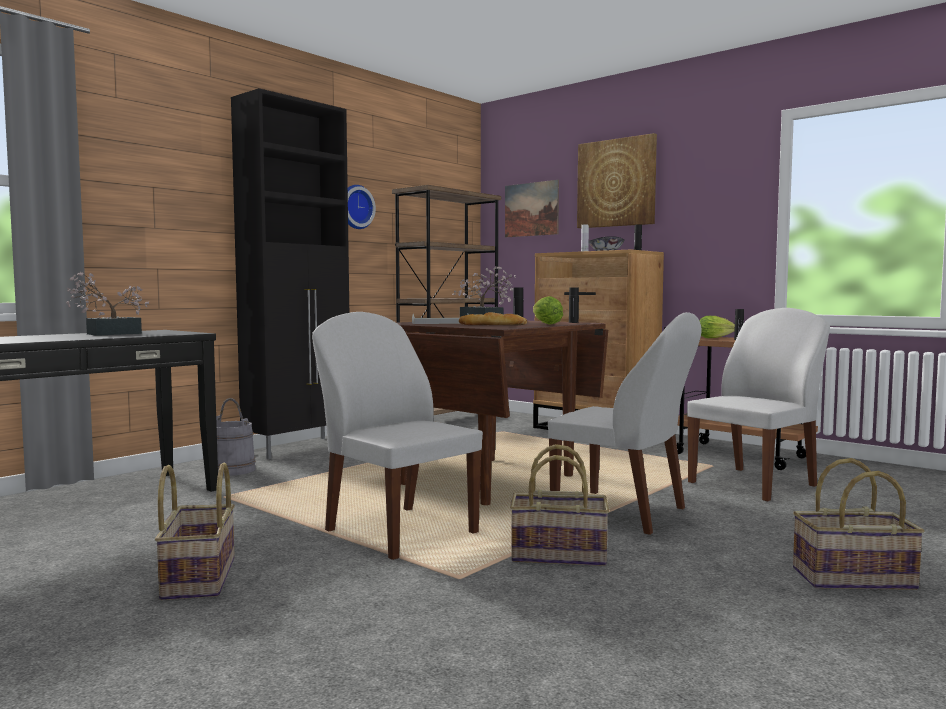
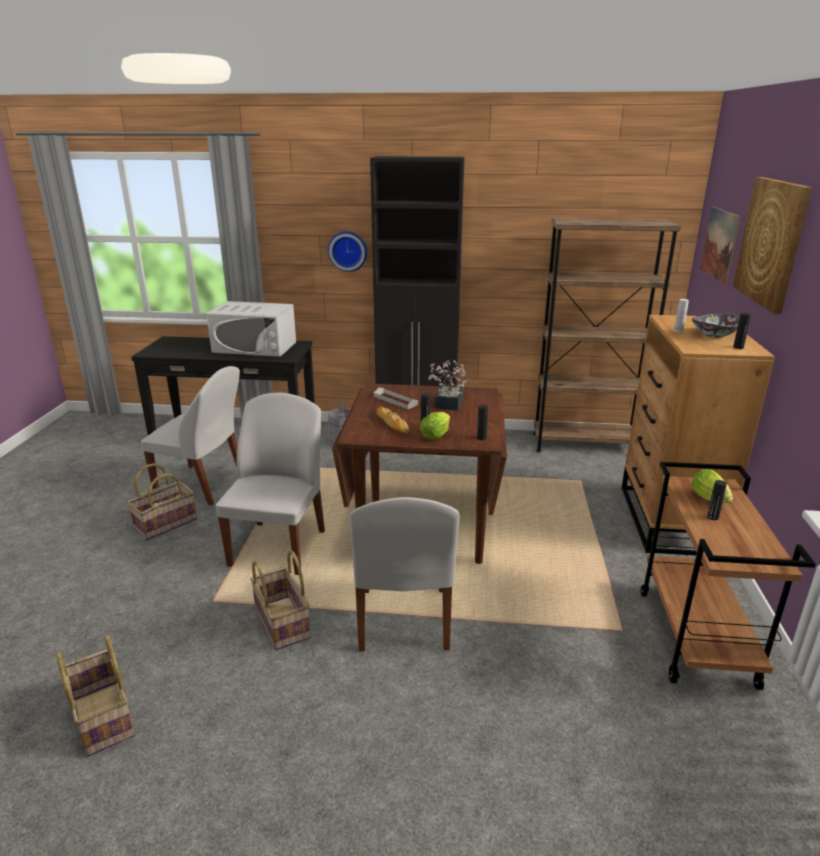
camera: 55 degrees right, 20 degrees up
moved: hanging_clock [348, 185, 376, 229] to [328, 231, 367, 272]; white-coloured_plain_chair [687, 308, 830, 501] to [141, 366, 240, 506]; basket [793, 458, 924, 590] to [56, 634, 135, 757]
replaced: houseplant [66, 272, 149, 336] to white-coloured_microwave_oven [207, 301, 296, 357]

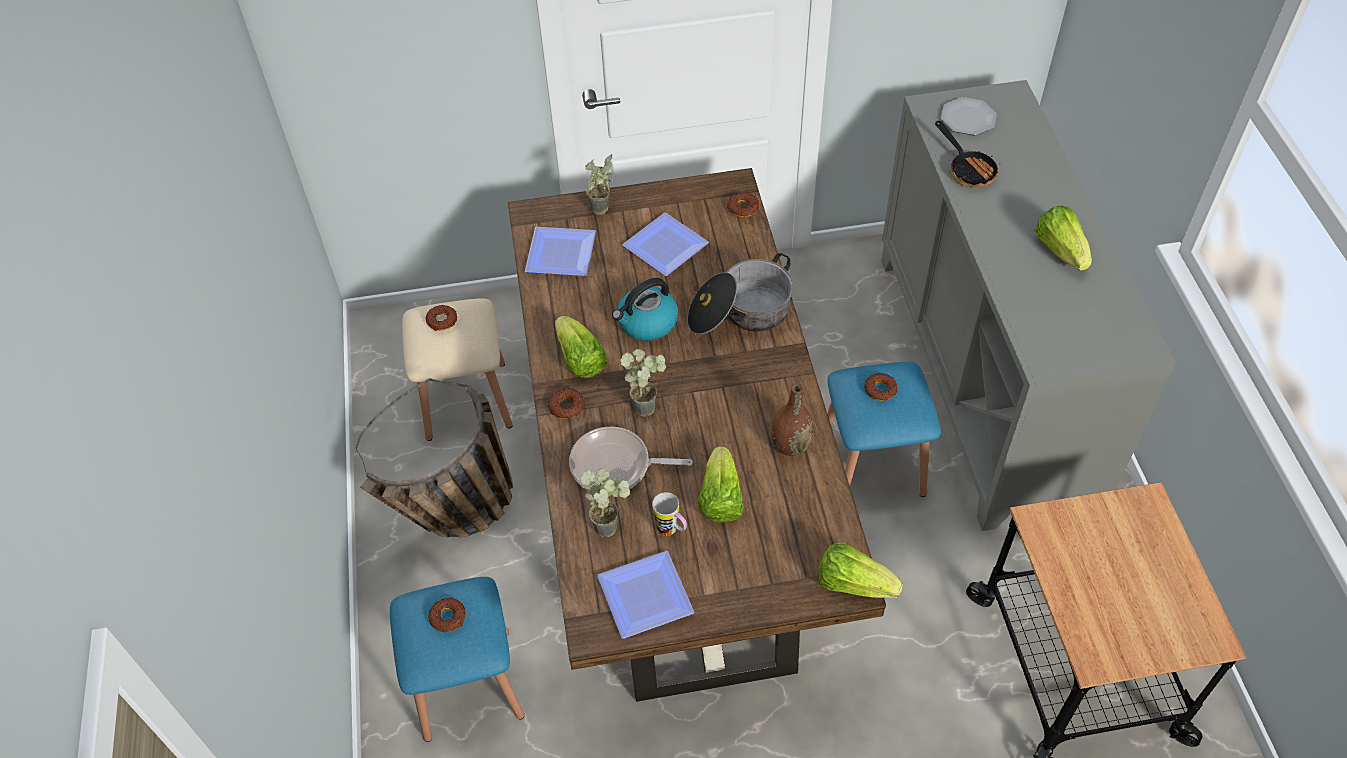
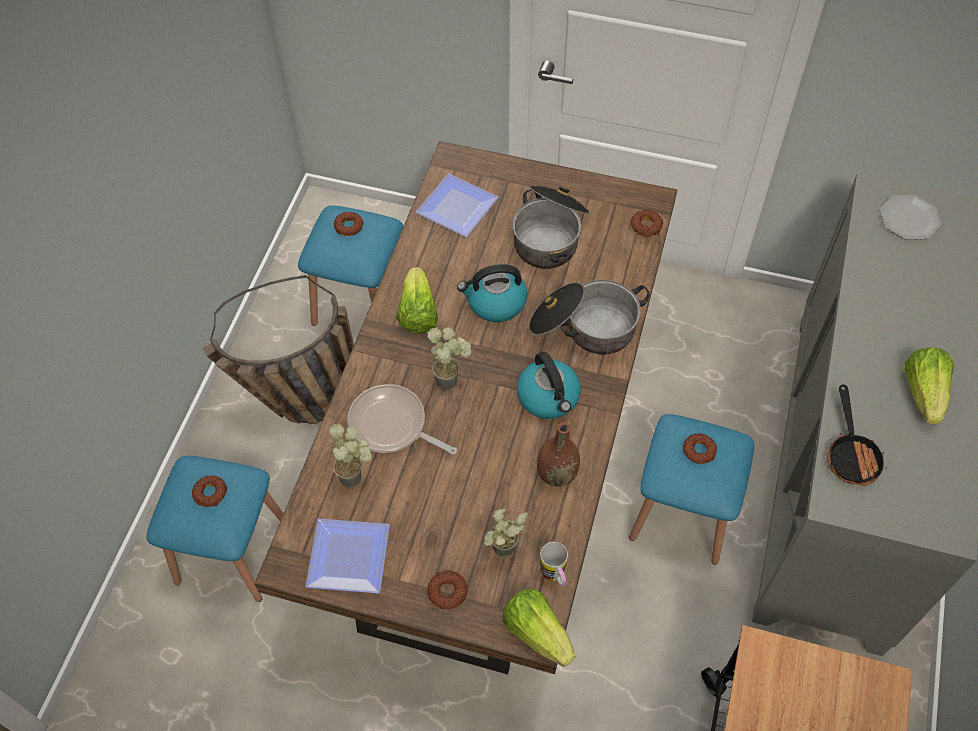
camera: 25 degrees right, 5 degrees up
removed: lettuce [697, 446, 744, 523]
added: water_kettle [517, 352, 581, 419]
moved: pan [935, 121, 1001, 187] to [827, 385, 887, 485]; houseplant [585, 154, 612, 215] to [484, 509, 528, 558]; ring_doughnut [548, 388, 585, 419] to [427, 571, 467, 609]; coffee_mug [652, 492, 687, 536] to [540, 542, 568, 586]
replaced: plate [622, 212, 709, 276] to saucepot [512, 186, 590, 269]
recoloured: sand-coloured_stool [402, 298, 513, 441] to bluish_stool [298, 205, 403, 326]

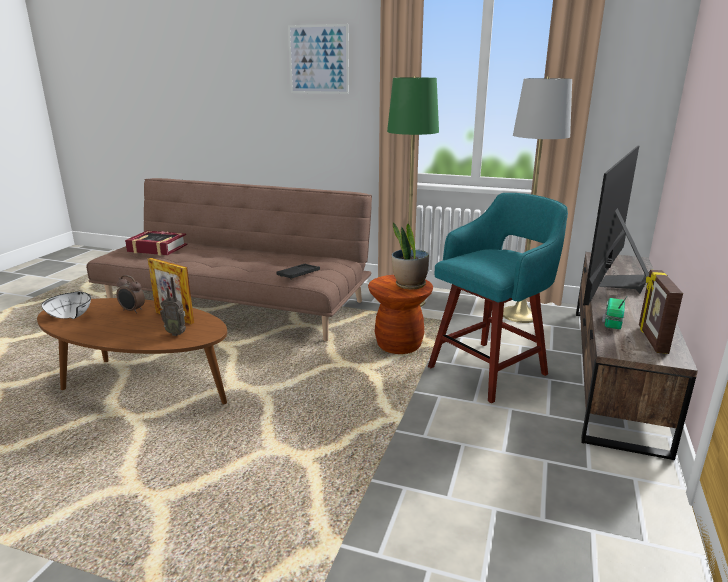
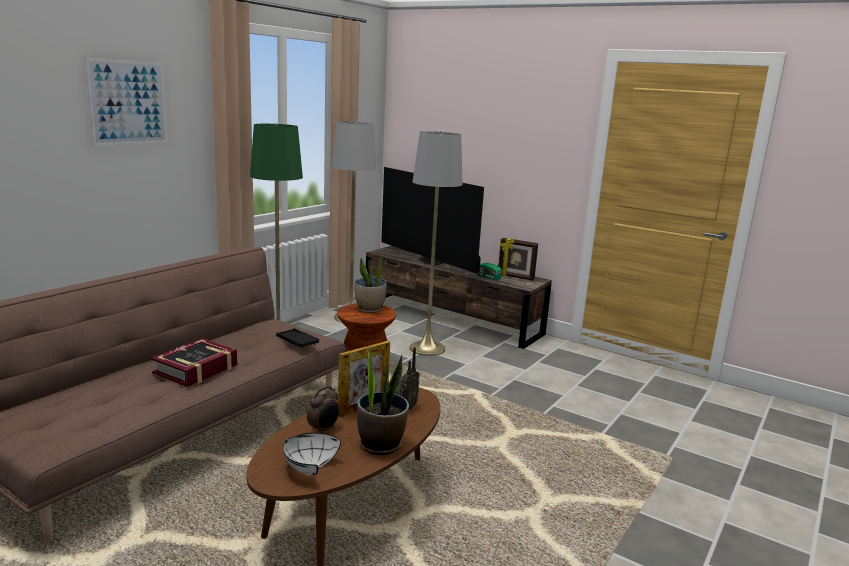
camera: 75 degrees left, 5 degrees down
added: houseplant [357, 351, 409, 455]
moved: book [125, 231, 187, 255] to [151, 338, 238, 387]
replaced: blue-green_stool [428, 193, 568, 403] to gray_standard_lamp [410, 131, 463, 356]

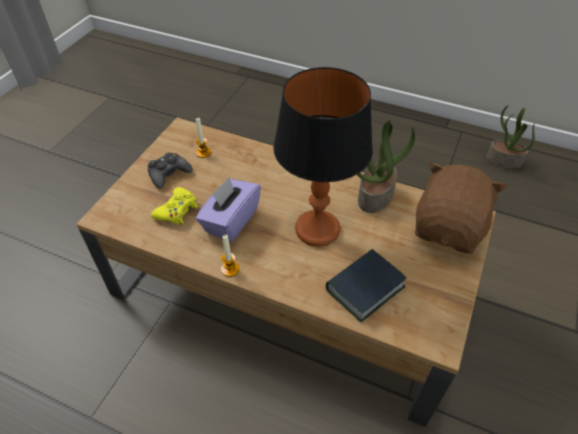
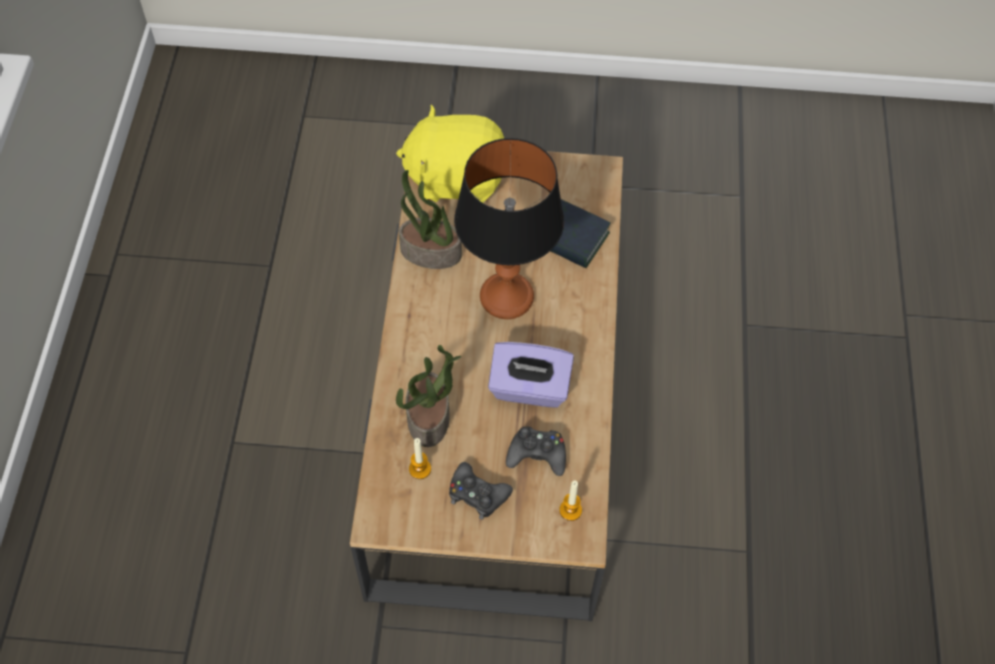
camera: 110 degrees left, 10 degrees up
moved: houseplant [486, 105, 535, 169] to [396, 345, 462, 447]; wax_light [221, 235, 239, 277] to [559, 481, 582, 521]
recoloured: brown-coloured_soft_toy [415, 162, 507, 254] to yellow_soft_toy [396, 104, 504, 203]; yellow_gamepad [151, 187, 198, 225] to black_gamepad [506, 426, 566, 476]

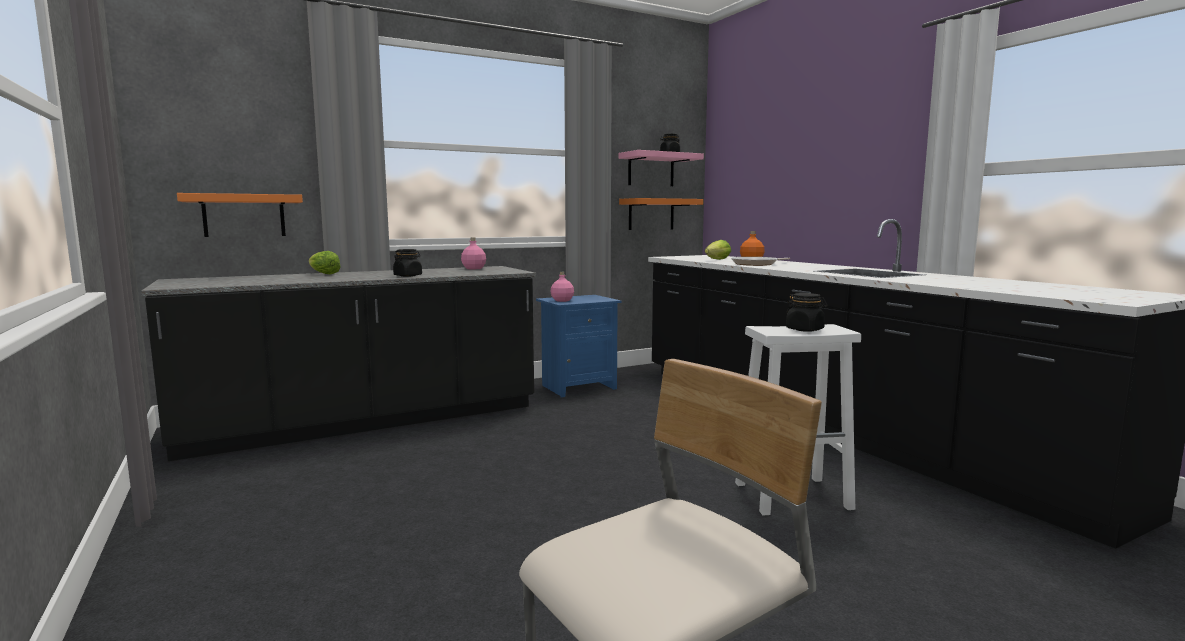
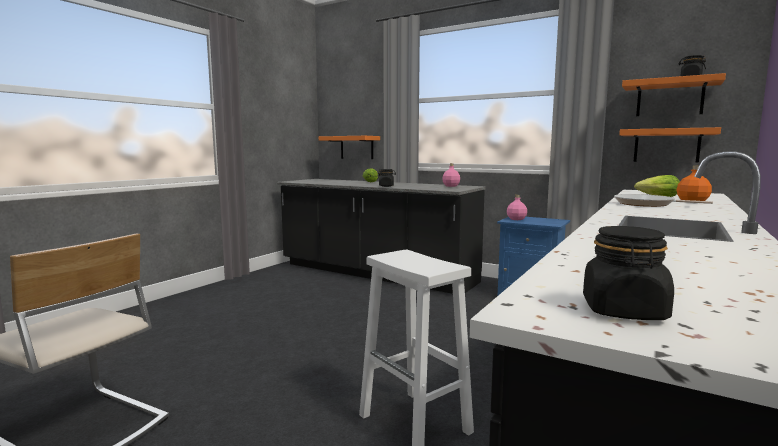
camera: 60 degrees right, 0 degrees up
moved: black_jar [786, 293, 828, 332] to [583, 226, 674, 320]
recoloured: pink-coloured_shelf [619, 150, 704, 186] to orange-coloured_shelf [622, 73, 726, 116]

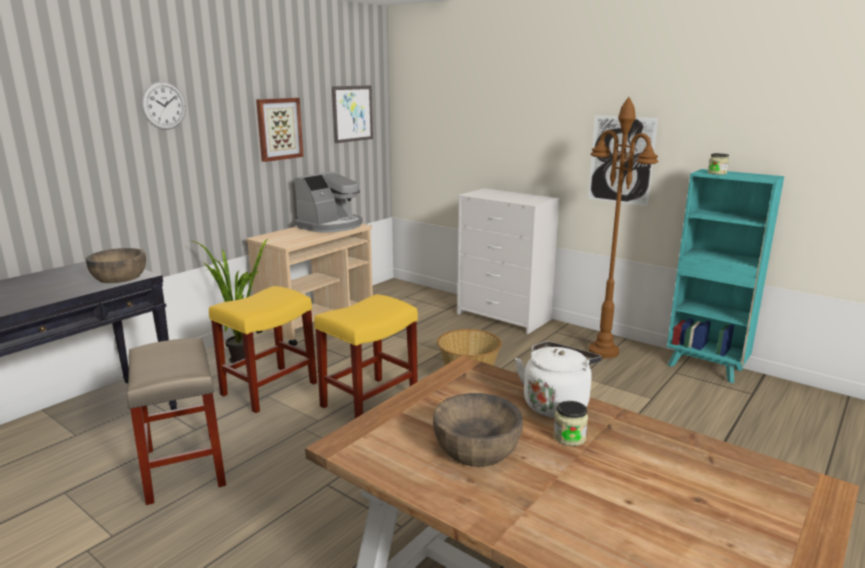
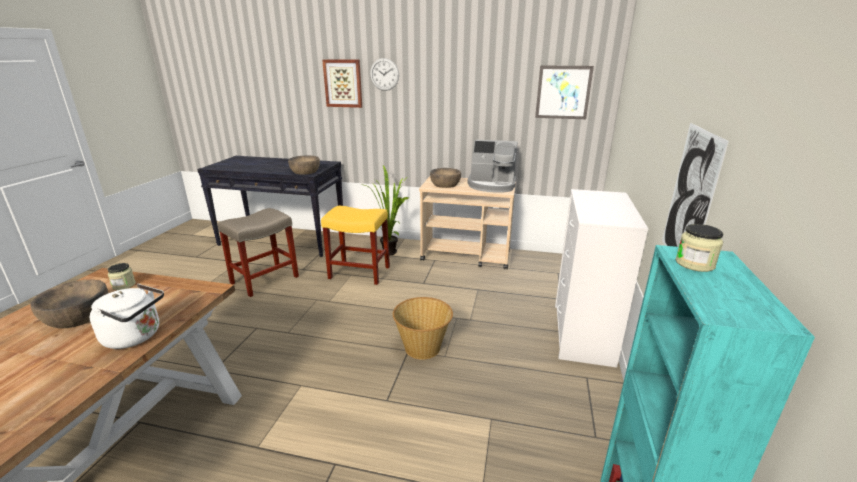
camera: 65 degrees right, 5 degrees up
removed: brown-coloured_standard_lamp [589, 97, 658, 358]; yellow_stool [314, 294, 418, 418]
added: brown-coloured_serving_bowl [430, 168, 461, 188]
moved: wall_art [256, 98, 304, 162] to [322, 59, 362, 108]; jar [553, 401, 588, 446] to [108, 263, 136, 290]

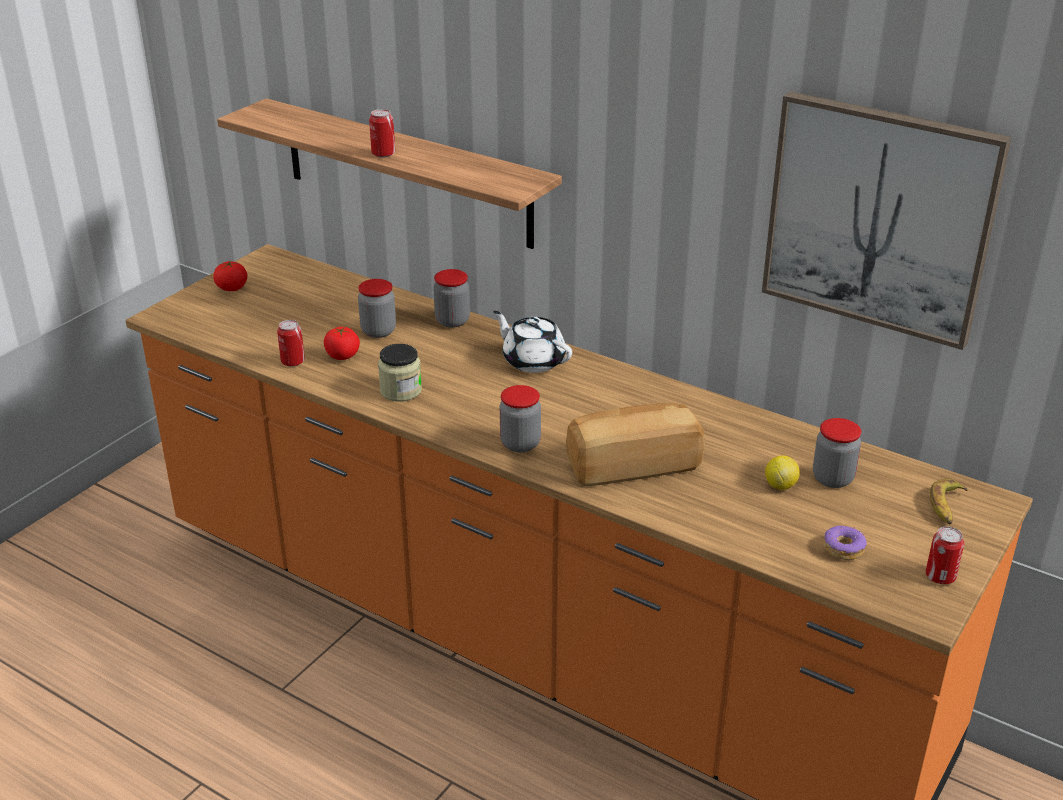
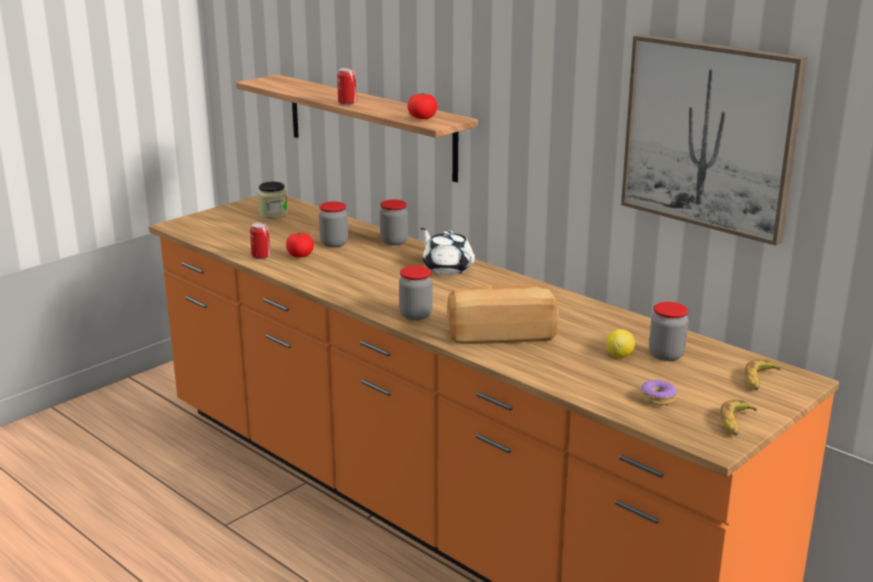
camera: 10 degrees right, 10 degrees down
moved: whole_tomato [213, 261, 248, 291] to [407, 93, 437, 119]; jar [378, 344, 422, 402] to [258, 182, 288, 219]
replaced: can [926, 527, 964, 584] to banana [720, 399, 757, 436]

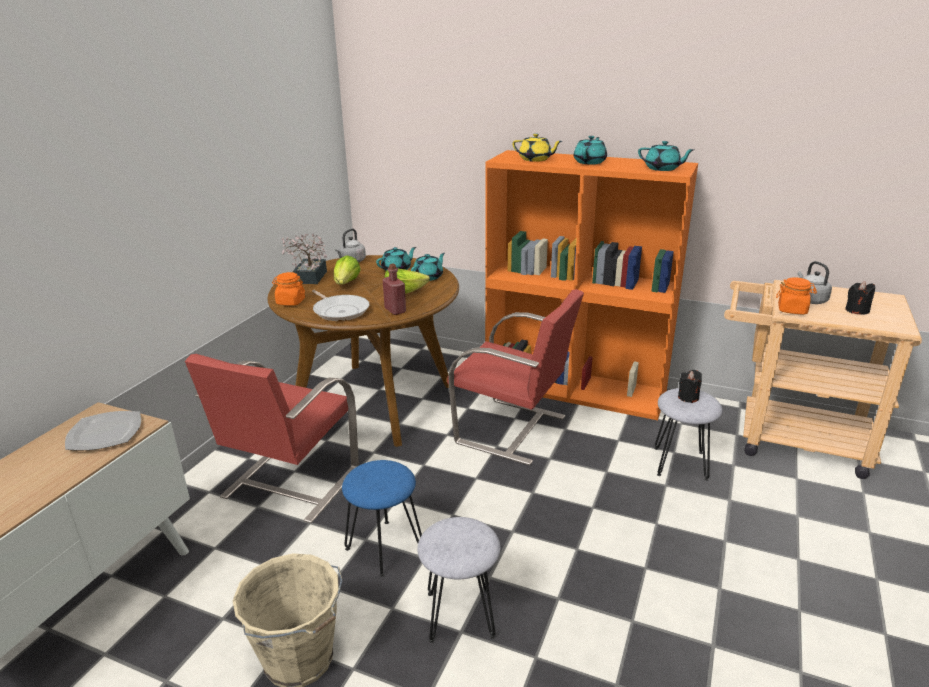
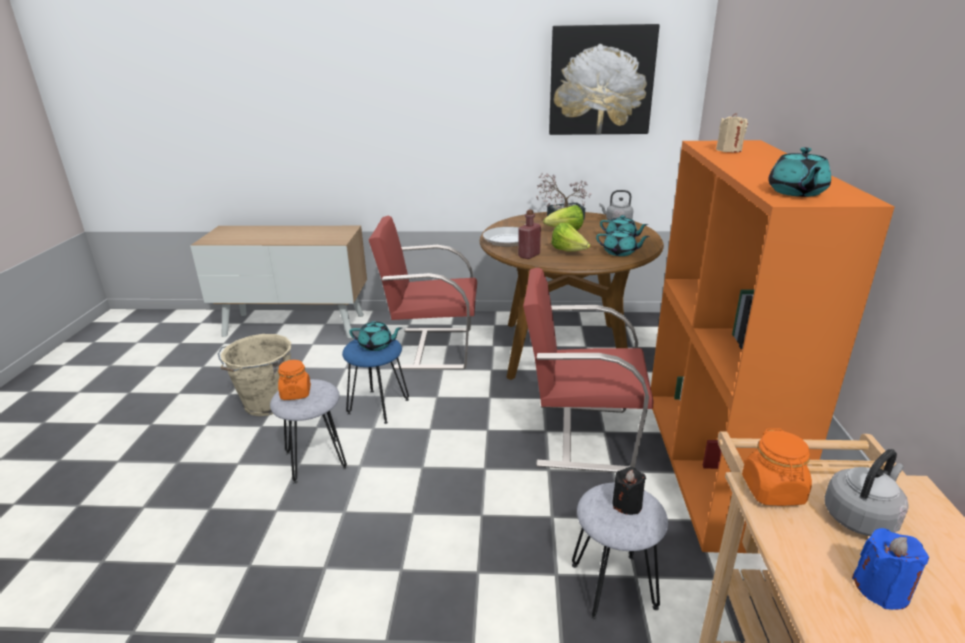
camera: 70 degrees right, 0 degrees up
removed: plate [65, 411, 141, 450]
added: wall_art [549, 24, 660, 135]
moved: blue-green_tea_pot [574, 136, 607, 165] to [349, 321, 402, 351]; orange-coloured_jar [272, 272, 305, 306] to [278, 360, 311, 400]
replaced: yellow_tea_pot [512, 133, 562, 162] to sand-coloured_wax_light [716, 113, 748, 153]
recoloured: black_wax_light [845, 281, 875, 315] to bluish_wax_light [852, 528, 929, 610]
turned: red_plain_chair [447, 289, 584, 465] = [523, 268, 654, 472] 90 degrees clockwise

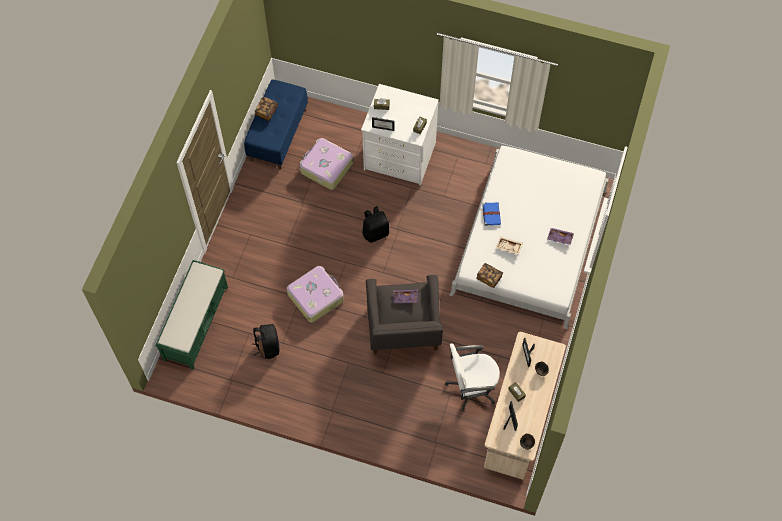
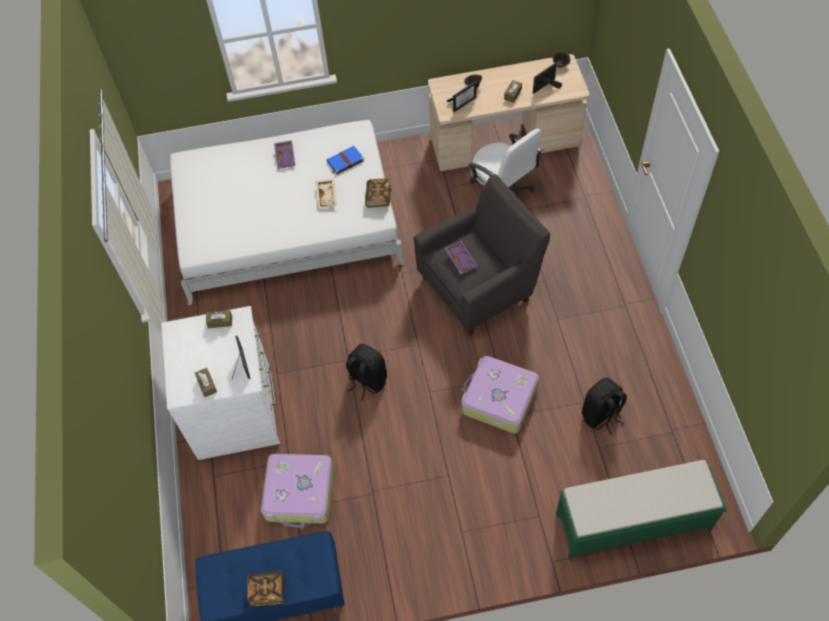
camera: 115 degrees left, 5 degrees down
moved: bluish_book [482, 202, 501, 226] to [326, 146, 364, 175]

